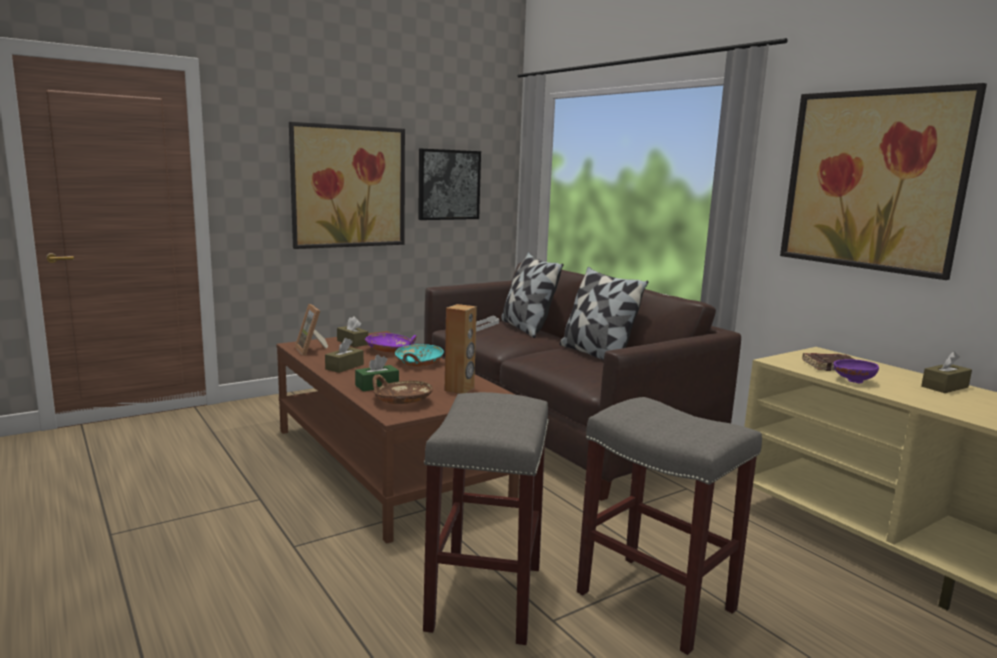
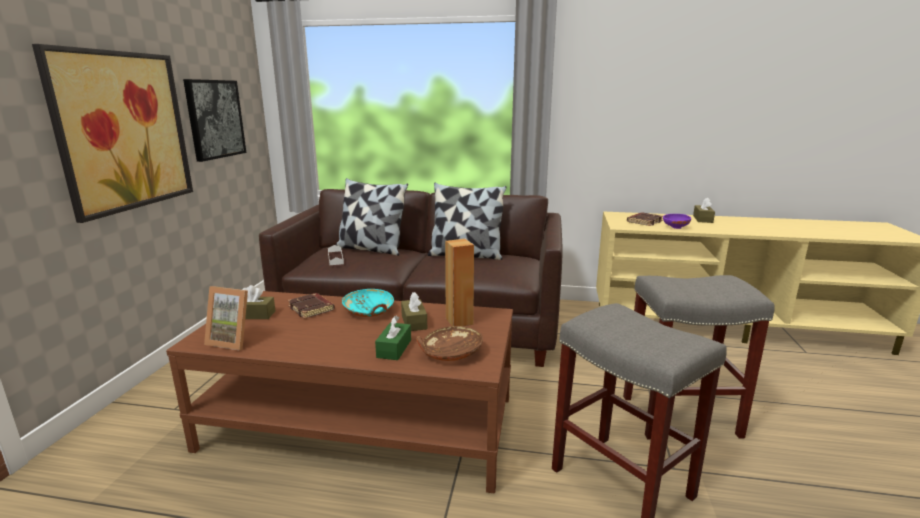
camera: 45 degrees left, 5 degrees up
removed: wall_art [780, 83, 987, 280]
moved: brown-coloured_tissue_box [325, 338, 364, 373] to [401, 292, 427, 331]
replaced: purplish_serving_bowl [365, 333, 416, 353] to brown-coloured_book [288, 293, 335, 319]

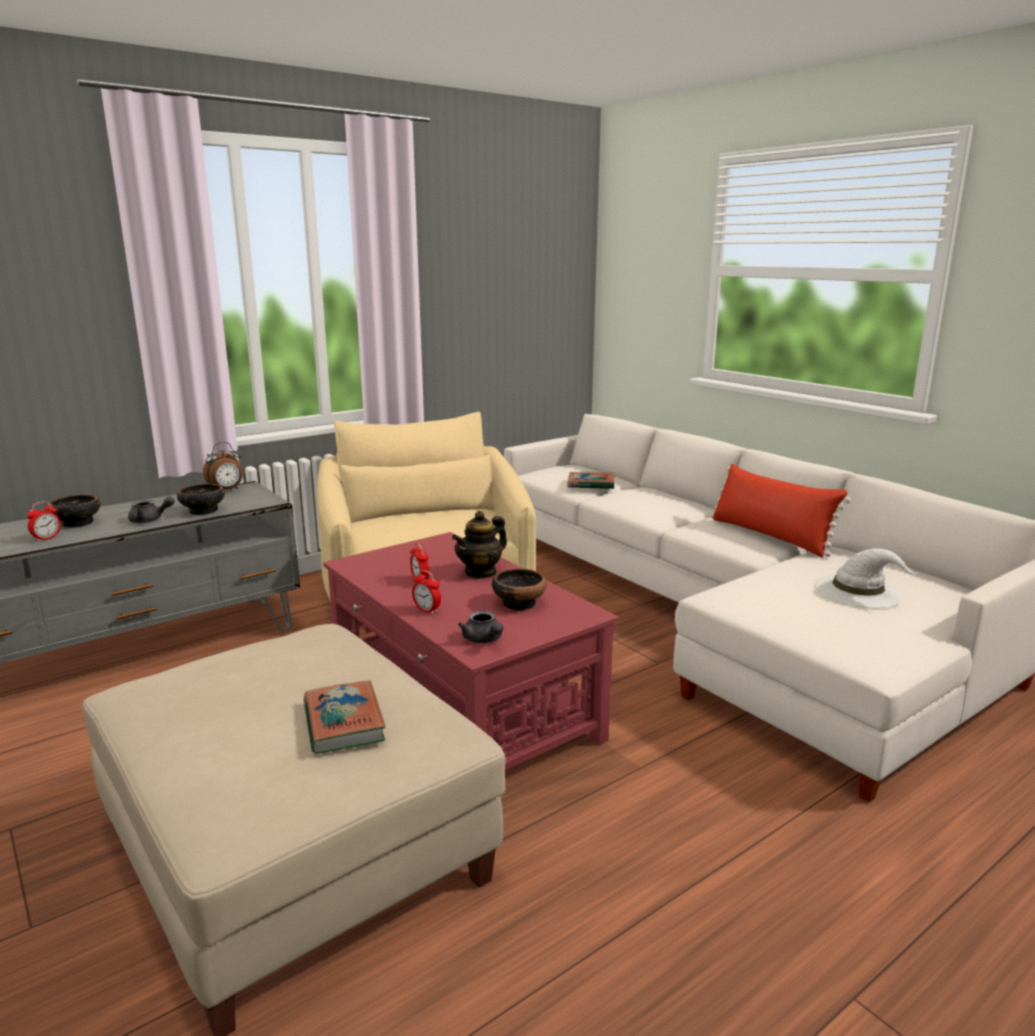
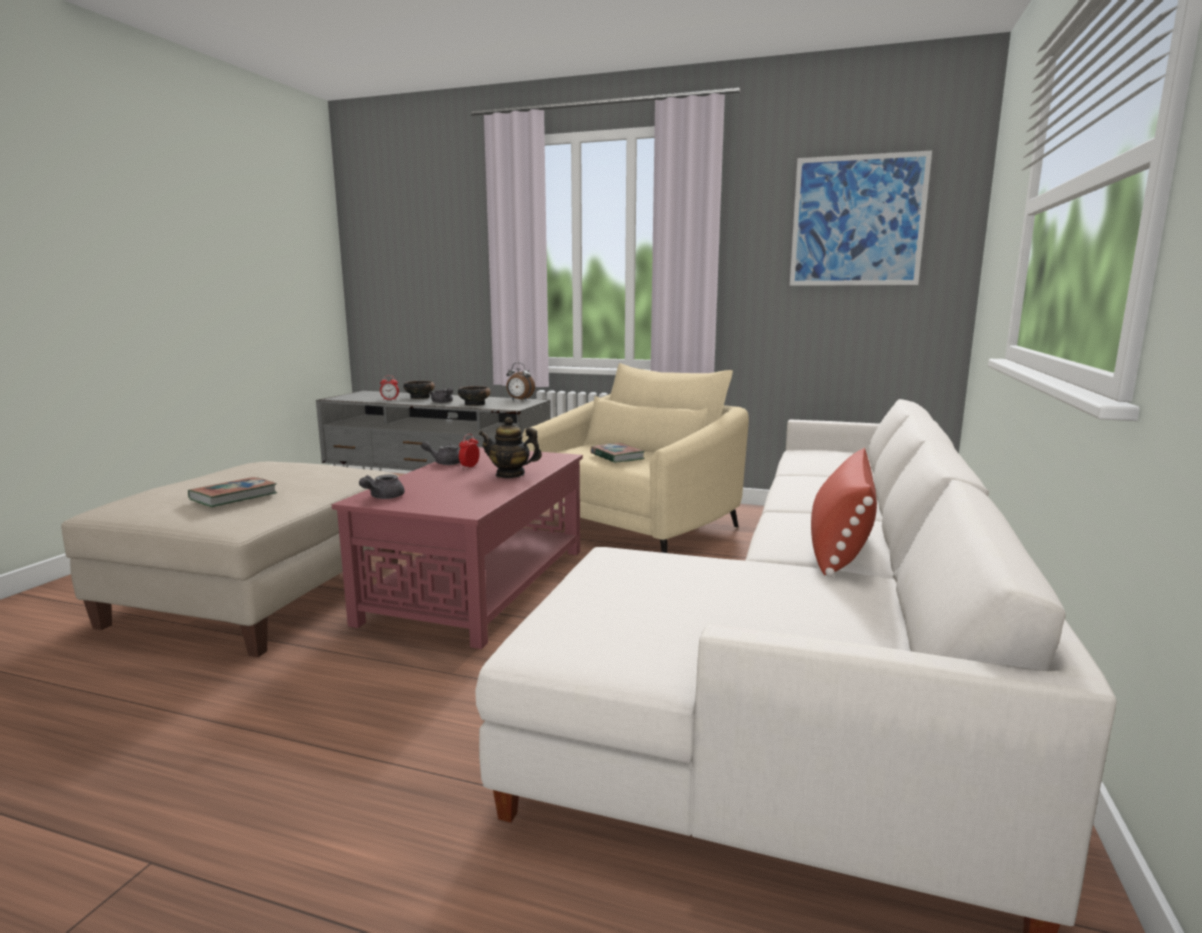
camera: 55 degrees right, 5 degrees down
removed: white-coloured_wearable_hat [814, 548, 920, 608]; serving_bowl [492, 569, 547, 611]; alarm_clock [412, 570, 441, 615]
added: wall_art [790, 151, 932, 286]; gray_tea_pot [421, 441, 460, 465]
moved: book [567, 472, 615, 489] to [590, 443, 645, 463]

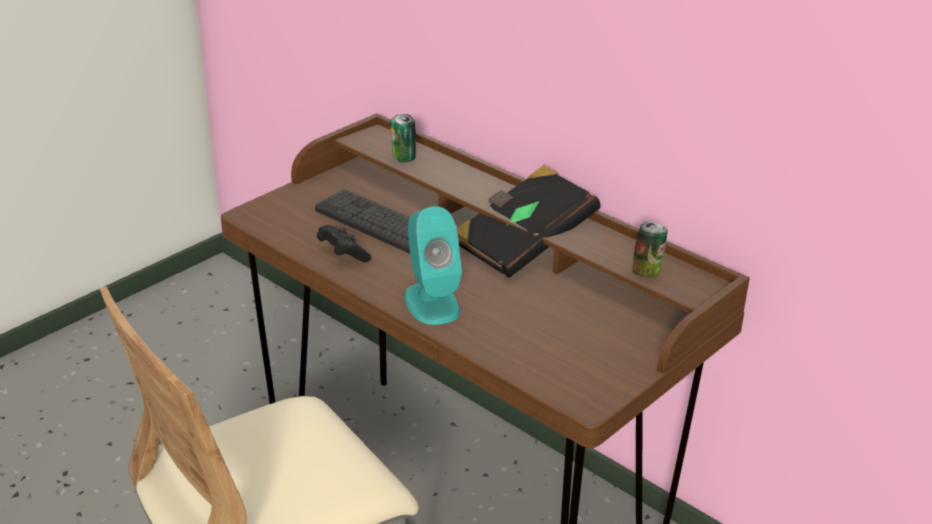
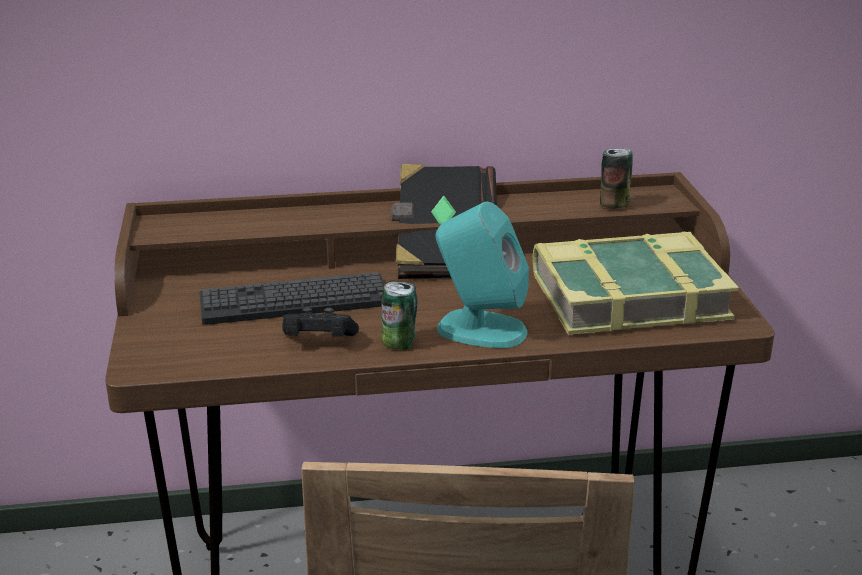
camera: 50 degrees left, 5 degrees down
added: book [533, 232, 739, 335]
moved: can [390, 114, 416, 163] to [381, 281, 417, 350]

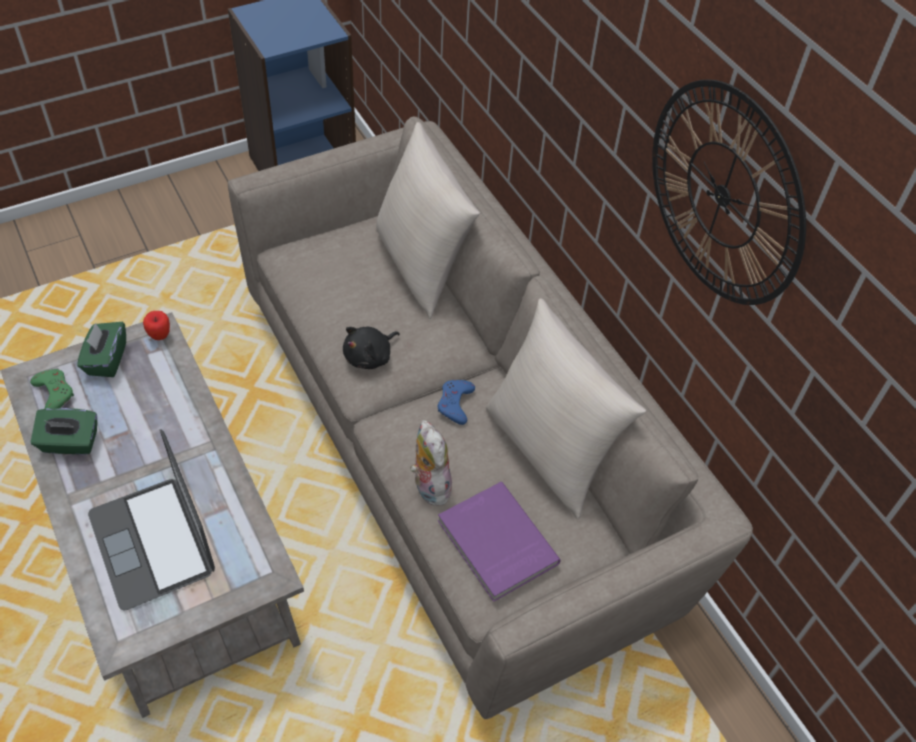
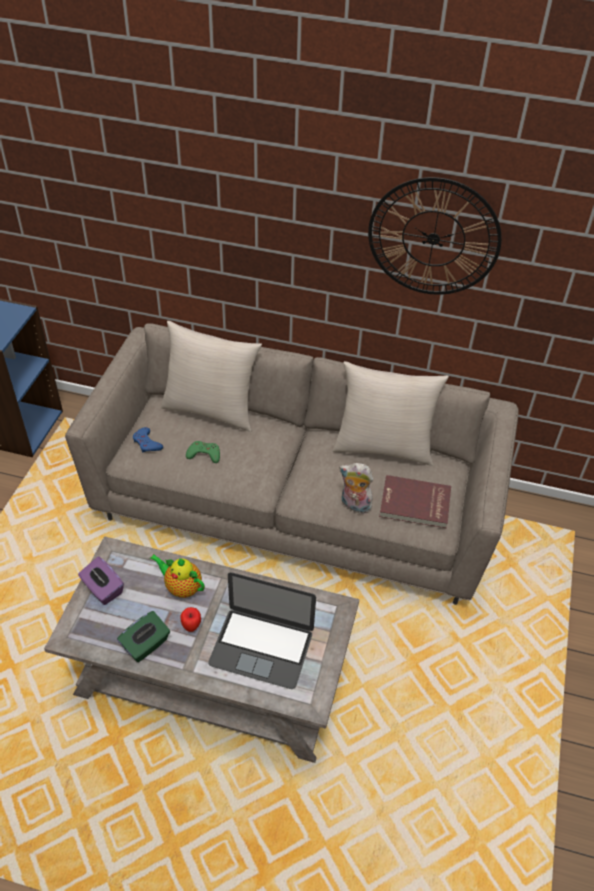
camera: 45 degrees left, 5 degrees down
removed: black_soft_toy [343, 327, 400, 369]
added: tea_pot [150, 554, 205, 598]
moved: apple [143, 311, 170, 340] to [180, 607, 201, 632]; greenish_gamepad [30, 369, 74, 409] to [186, 441, 220, 463]; bluish_gamepad [438, 380, 475, 425] to [133, 427, 163, 453]
recoloured: greenish_tissue_box [77, 322, 126, 377] to purplish_tissue_box [78, 557, 124, 605]; purplish_book [438, 482, 561, 602] to red_book [379, 475, 451, 528]

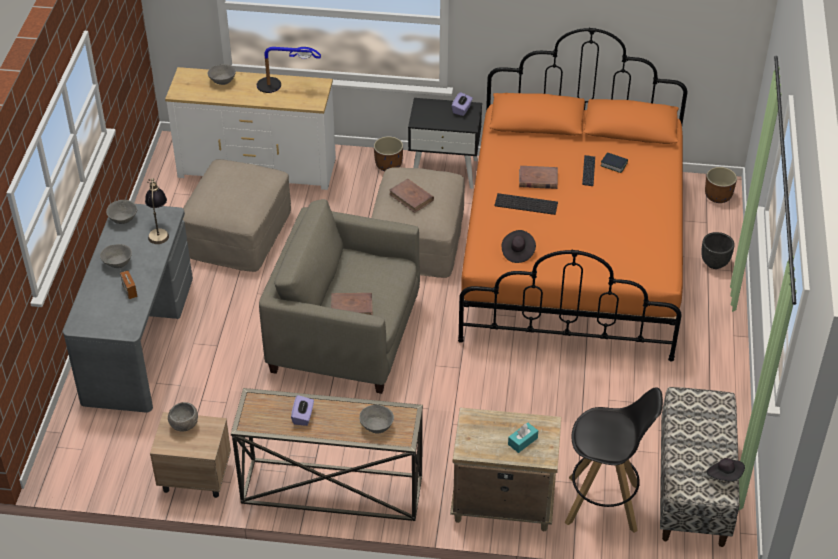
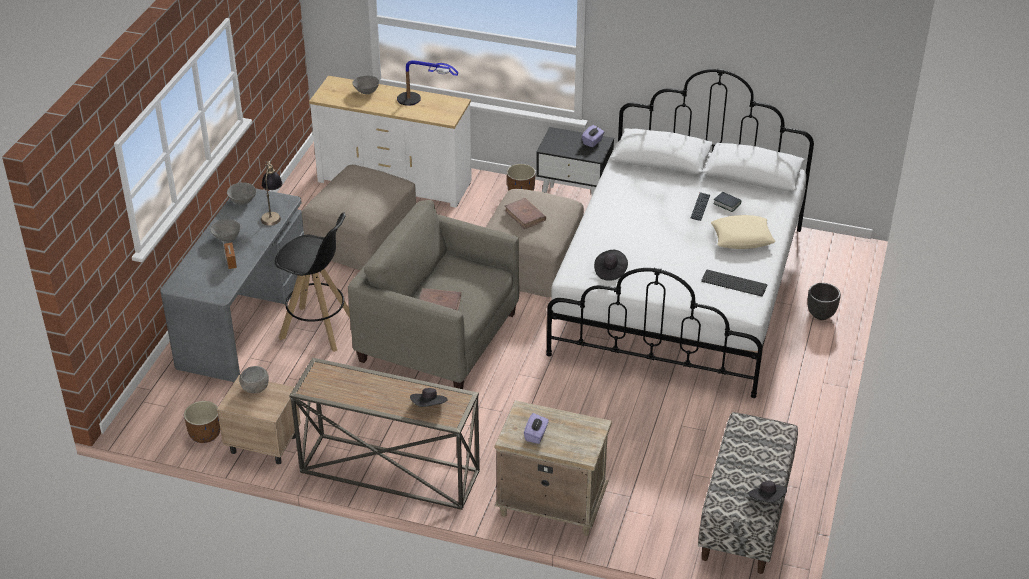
camera: 10 degrees right, 5 degrees down
removed: brown-coloured_book [519, 166, 558, 189]; blue-green_tissue_box [508, 423, 538, 453]
added: sand-coloured_throw_pillow [711, 215, 775, 249]
moved: brown-coloured_planter [705, 167, 737, 203] to [184, 401, 220, 443]; keyboard [495, 193, 558, 215] to [701, 270, 768, 297]; black_stool [565, 387, 663, 533] to [275, 212, 350, 352]; purplish_tissue_box [291, 395, 314, 426] to [524, 413, 549, 444]
replaced: gray_serving_bowl [359, 404, 394, 433] to black_wearable_hat [410, 388, 448, 407]
recoloured: orange-coloured_bedroom_bed [458, 28, 687, 361] to white-coloured_bedroom_bed [546, 69, 814, 398]

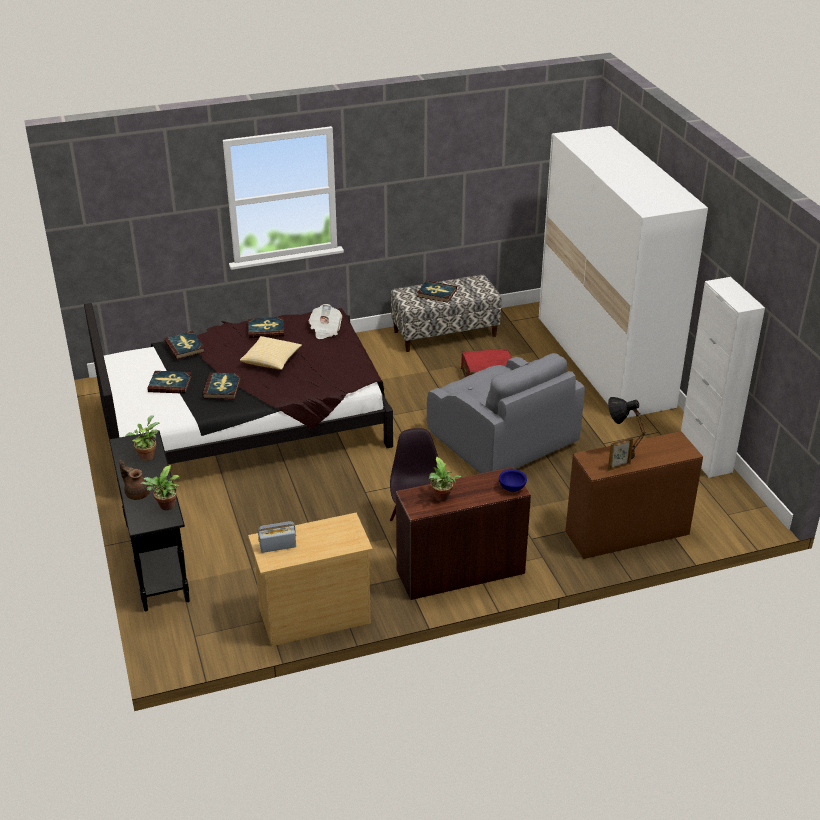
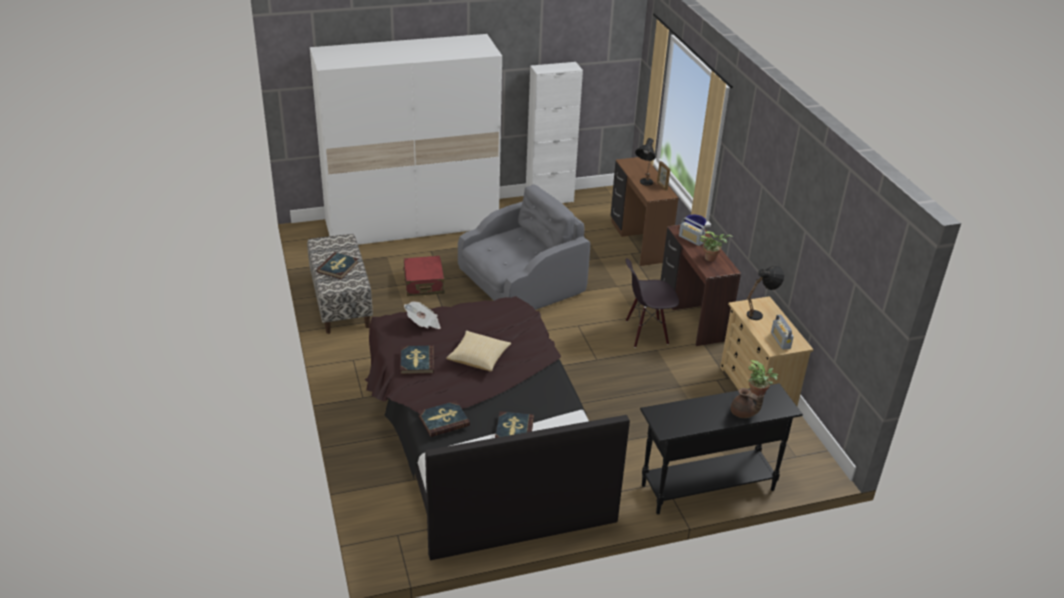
camera: 90 degrees left, 0 degrees up
removed: book [203, 373, 241, 399]; houseplant [125, 415, 160, 461]
added: radio_set [679, 217, 705, 246]; black_tabletop_lamp [747, 266, 784, 320]
turned: brown-coloured_tea_pot [119, 460, 150, 500] = [731, 388, 764, 418] 90 degrees counterclockwise

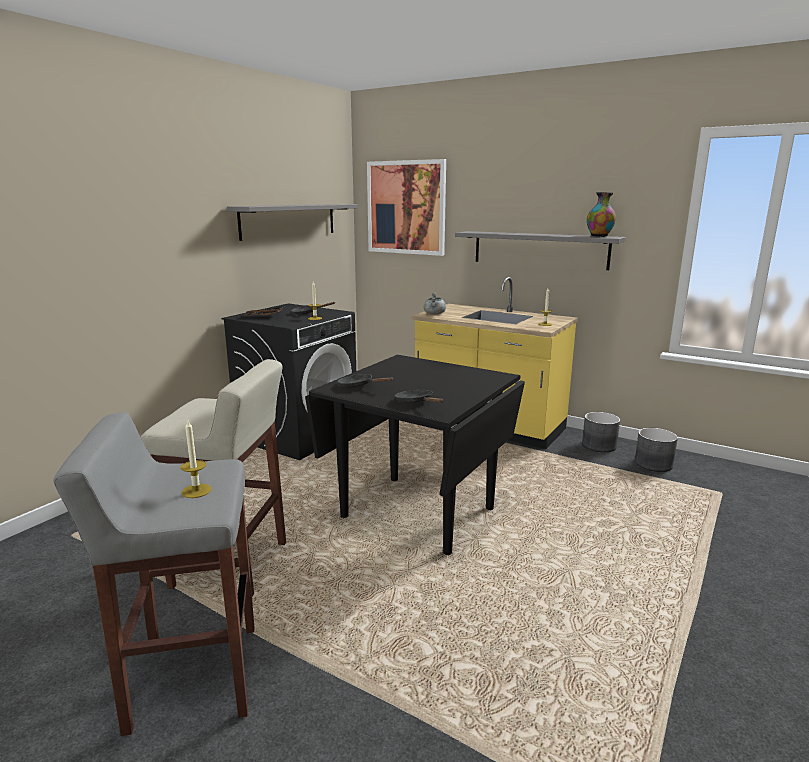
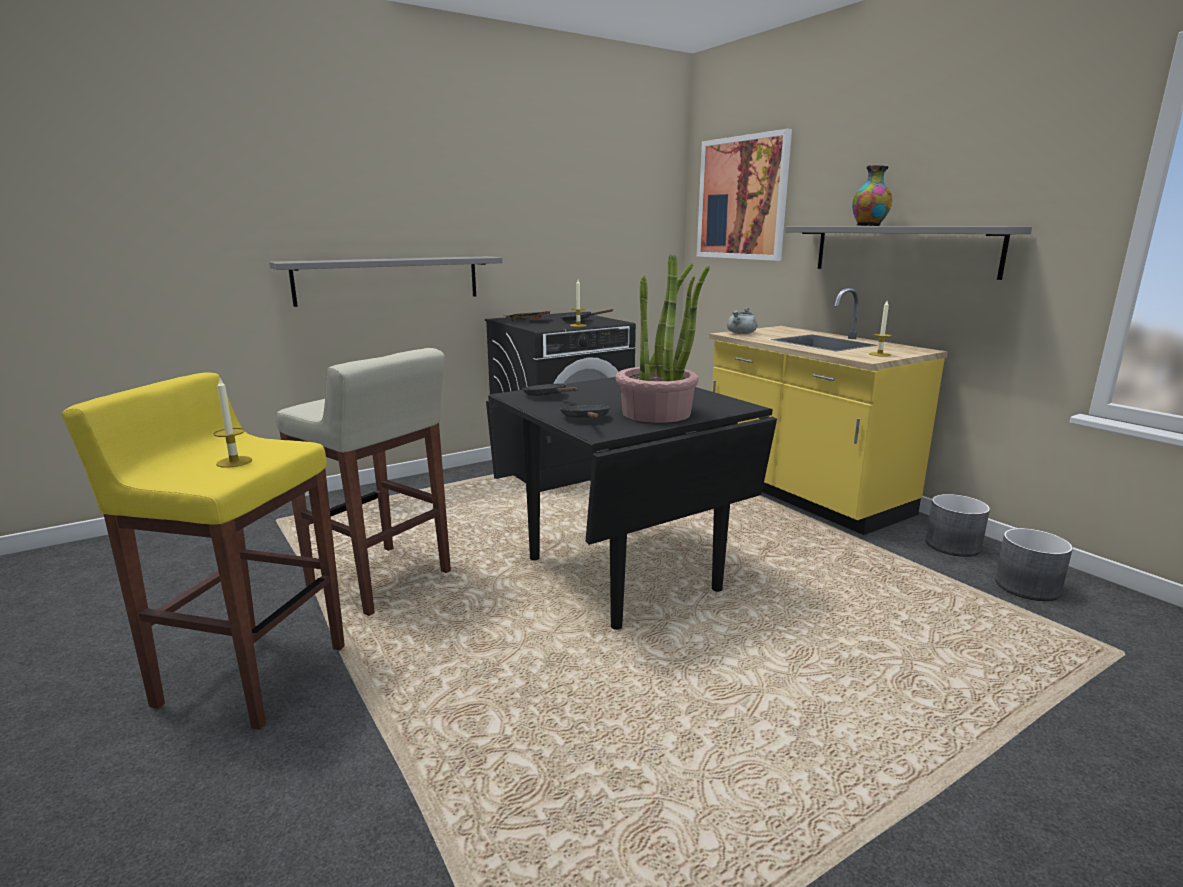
camera: 25 degrees right, 0 degrees up
added: houseplant [616, 255, 710, 423]
moved: vase [587, 192, 616, 237] to [852, 165, 892, 226]; gray_shelf [227, 204, 358, 241] to [269, 256, 502, 307]
recoloured: gray_stool [53, 412, 255, 736] to yellow_stool [62, 372, 345, 730]

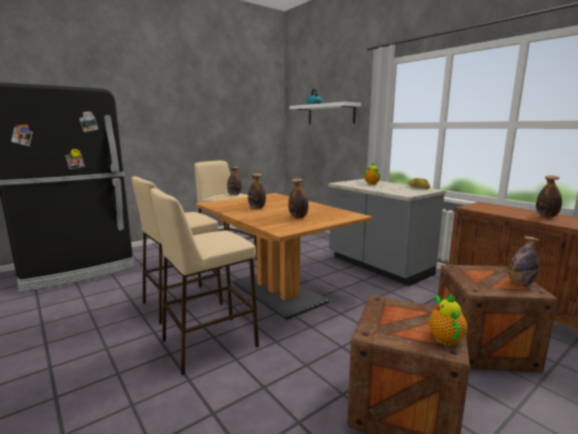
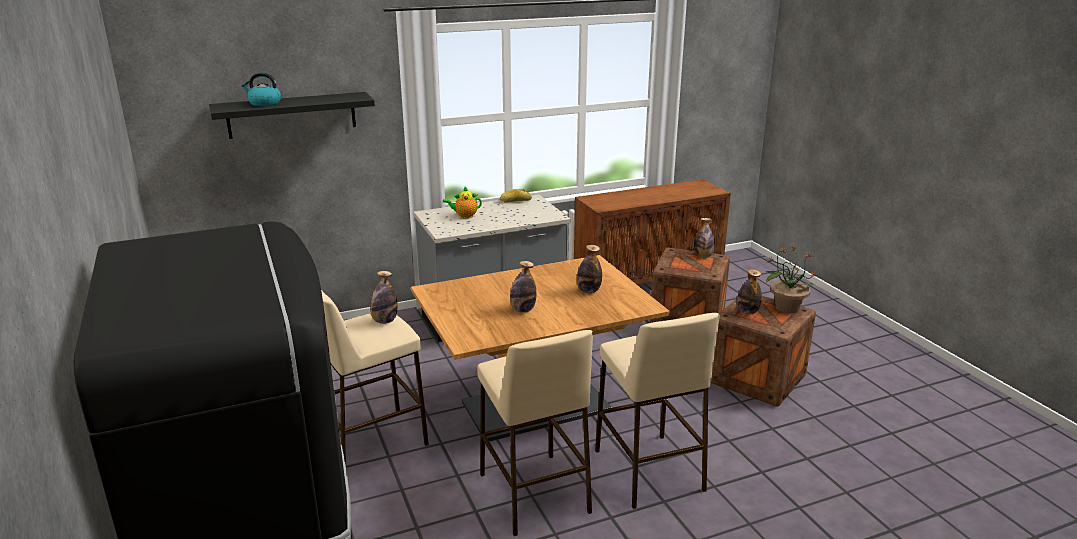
camera: 75 degrees left, 10 degrees up
moved: drink_bottle [536, 176, 562, 217] to [737, 269, 762, 315]
replaced: tea_pot [429, 294, 467, 346] to houseplant [766, 246, 818, 313]
recoloured: white-coloured_shelf [290, 102, 361, 124] to black_shelf [209, 92, 375, 139]

